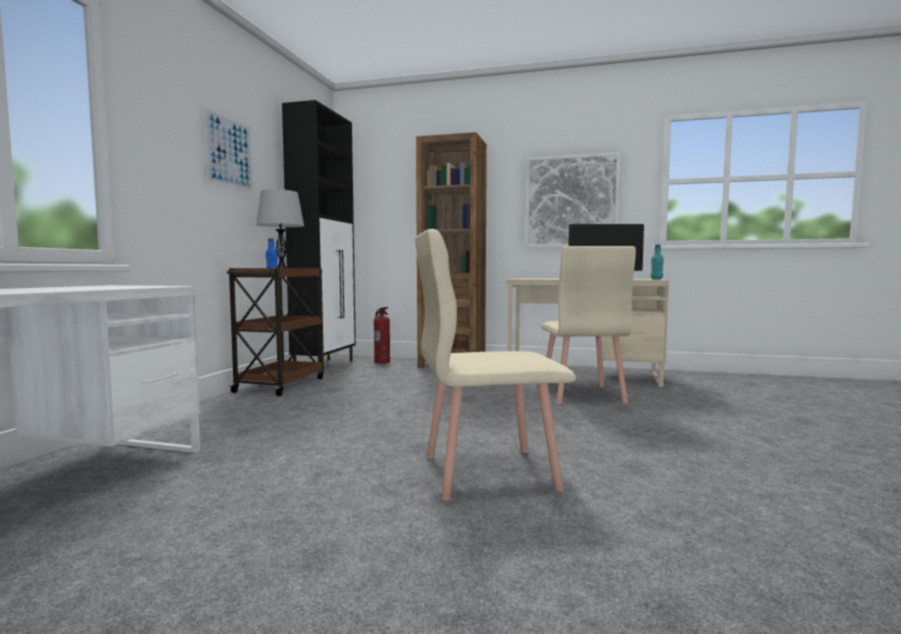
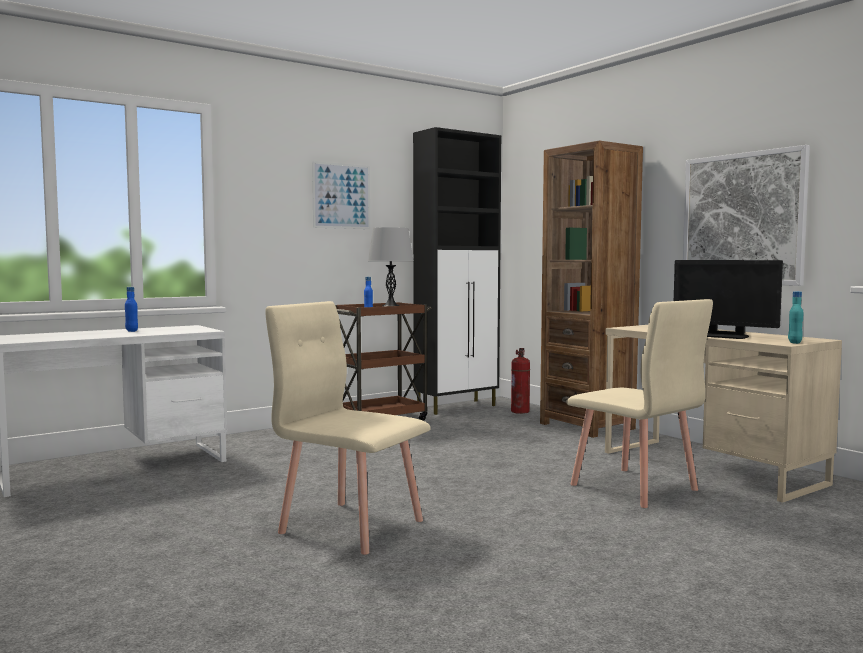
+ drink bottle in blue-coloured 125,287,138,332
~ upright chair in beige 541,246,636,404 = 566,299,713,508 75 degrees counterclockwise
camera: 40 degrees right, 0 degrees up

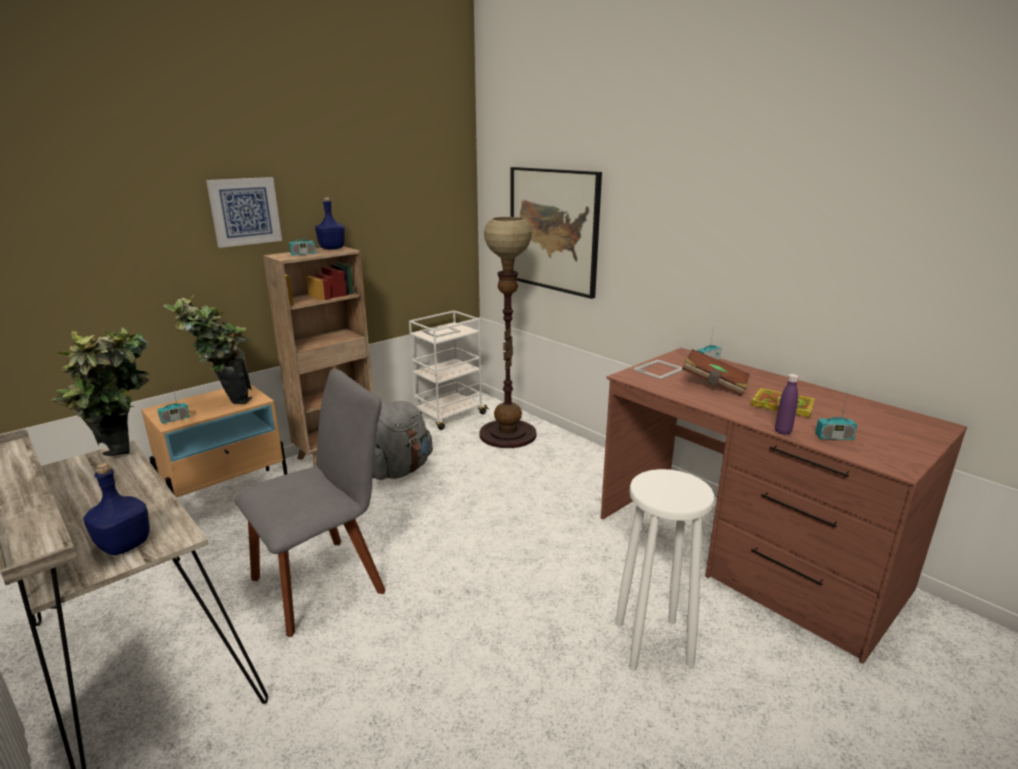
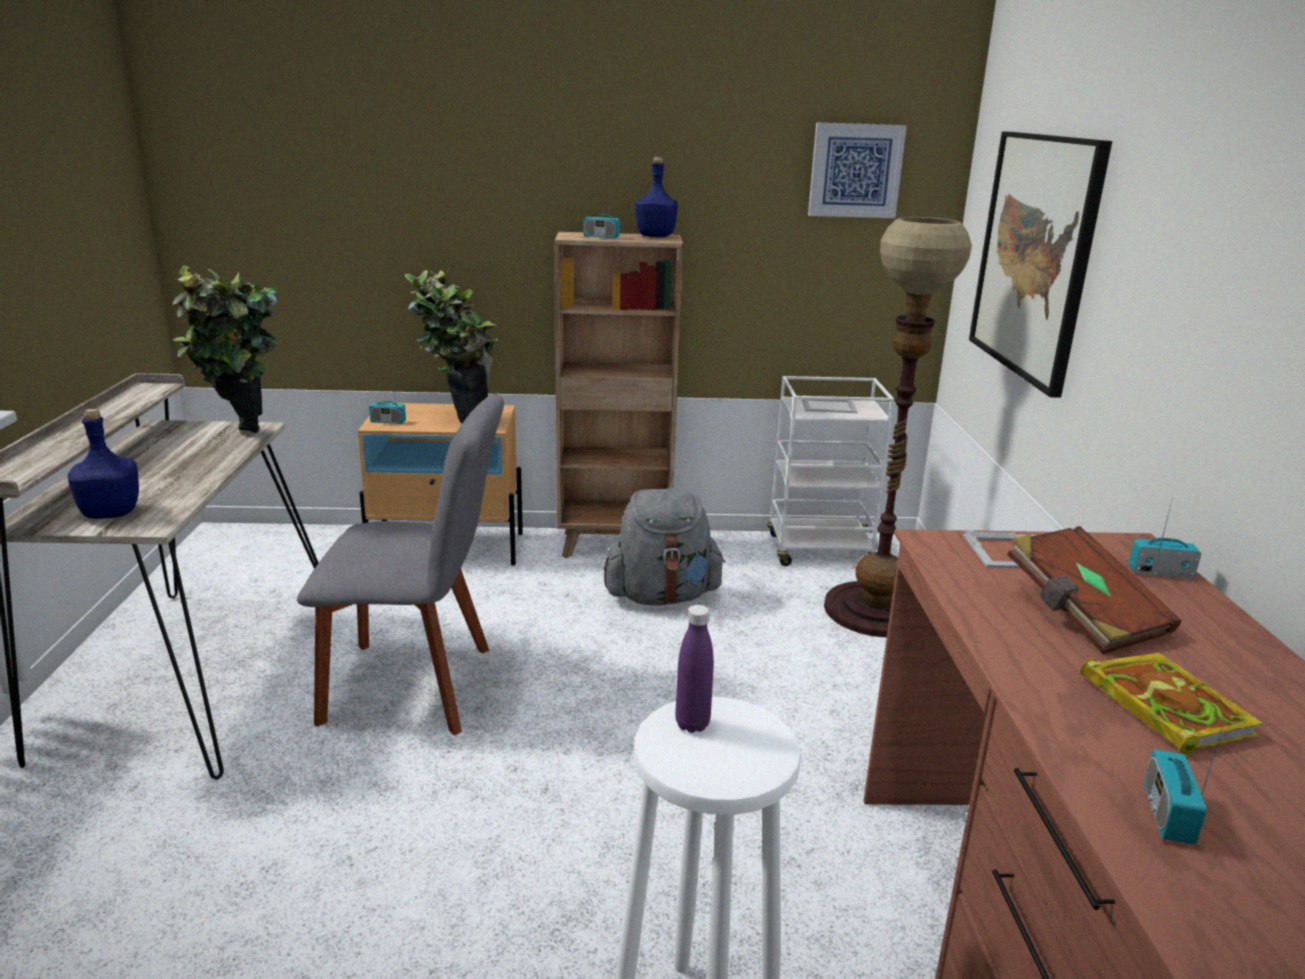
~ drink bottle in purplish 775,374,799,435 to 675,605,714,733
~ wall art 206,177,282,248 to 808,122,907,218
~ radio 815,389,857,440 = 1144,719,1225,845 60 degrees clockwise
camera: 40 degrees right, 0 degrees up

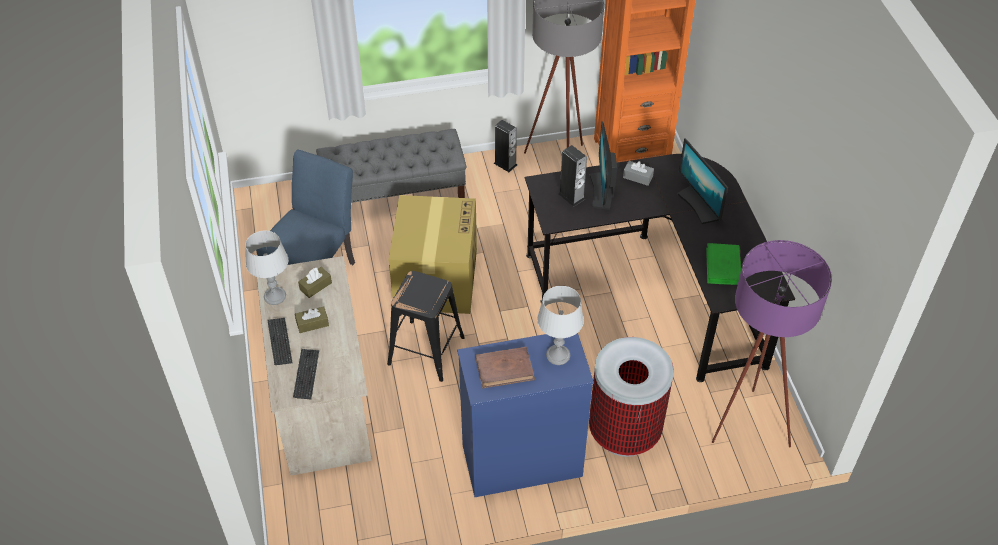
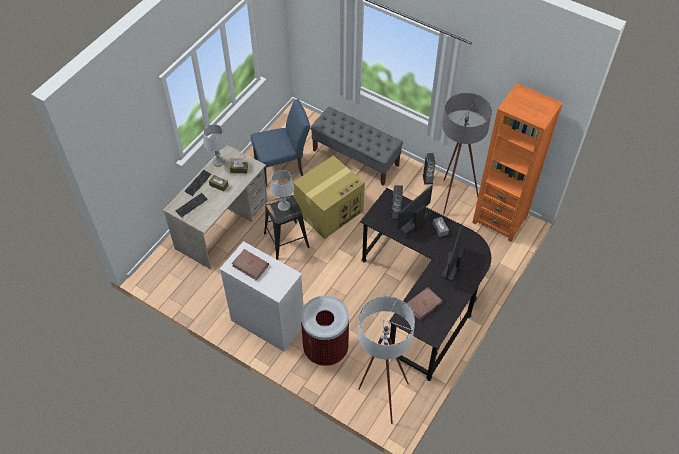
~ dresser in blue-coloured 457,333,594,497 to dresser in white 220,241,304,352
~ table lamp in gray 537,286,584,365 to 270,170,295,211
~ standing lamp in purplish 712,240,832,447 to standing lamp in white 358,296,415,424
~ volume in green 706,243,741,285 to volume in brown-coloured 406,287,442,320
camera: 45 degrees right, 5 degrees up

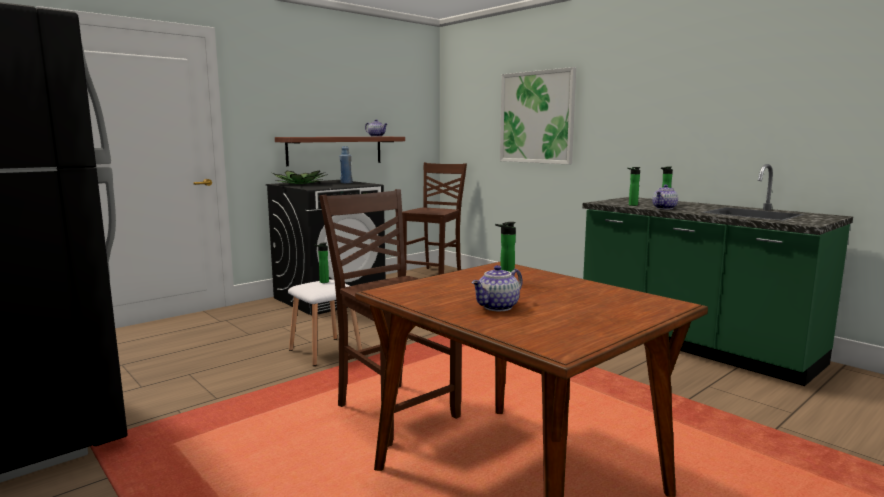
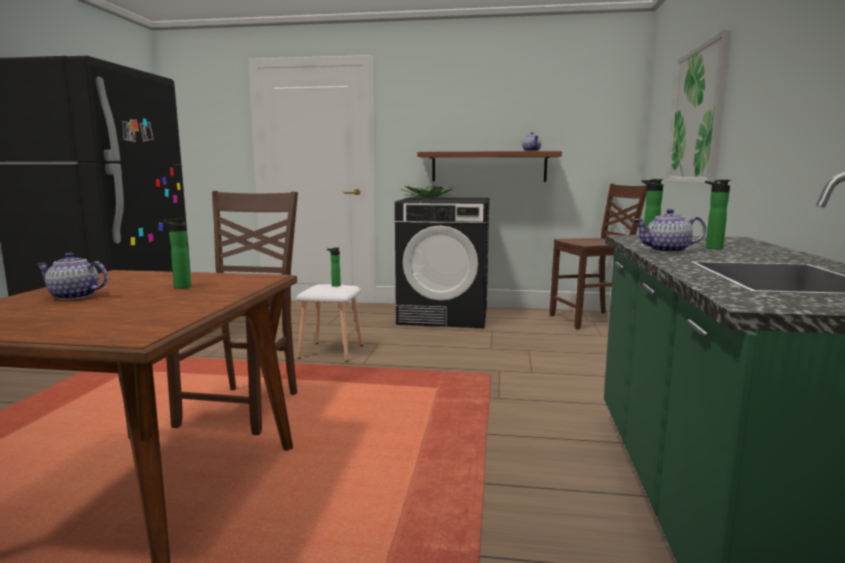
- drink bottle in blue-coloured 340,146,352,183
camera: 50 degrees right, 0 degrees up

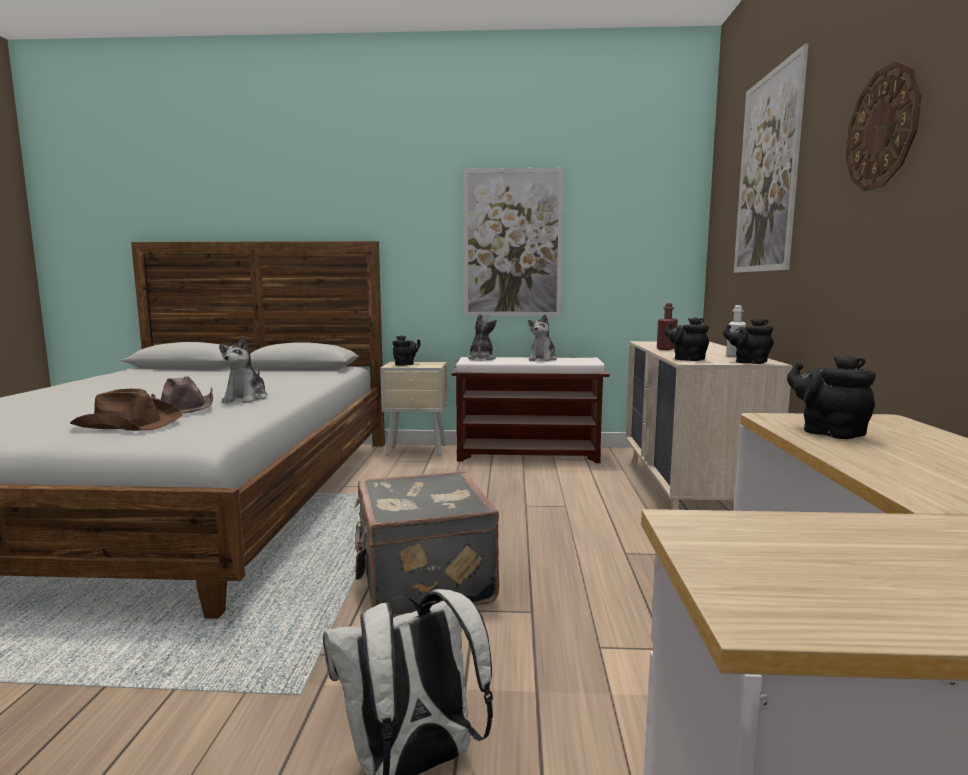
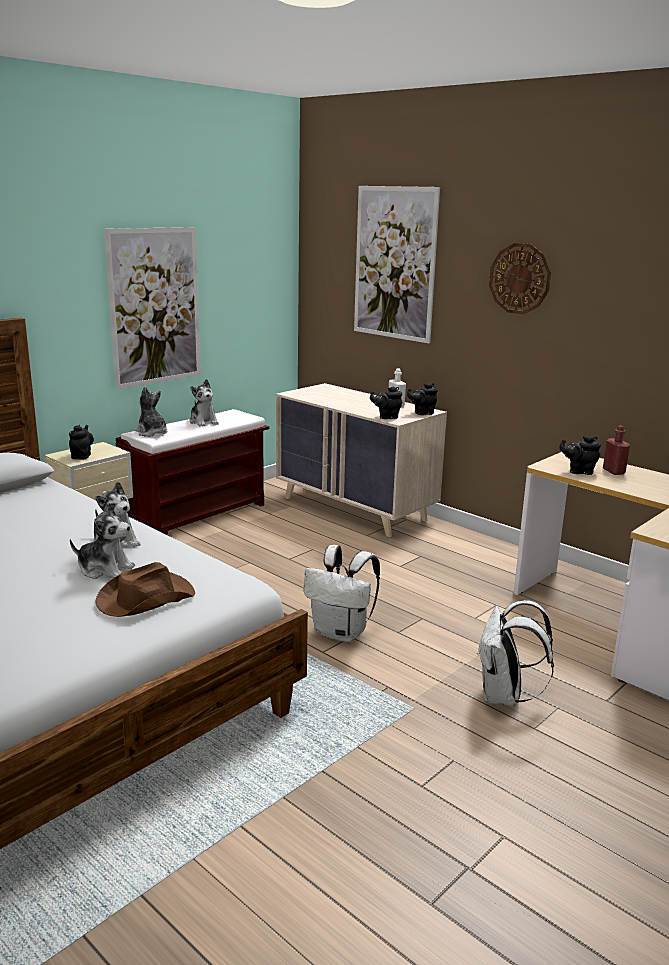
~ clothing hat in brown-coloured 151,376,213,413 to cuddly toy 70,503,135,579
~ travel case in gray 354,471,499,618 to backpack in white 303,545,380,642
~ drink bottle in red-coloured 657,303,678,350 to 603,425,630,475
camera: 50 degrees left, 10 degrees up

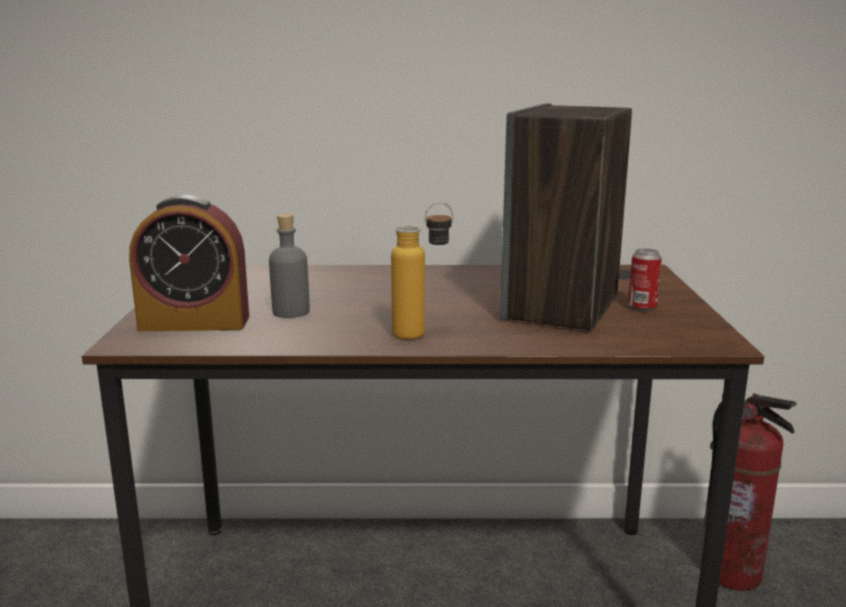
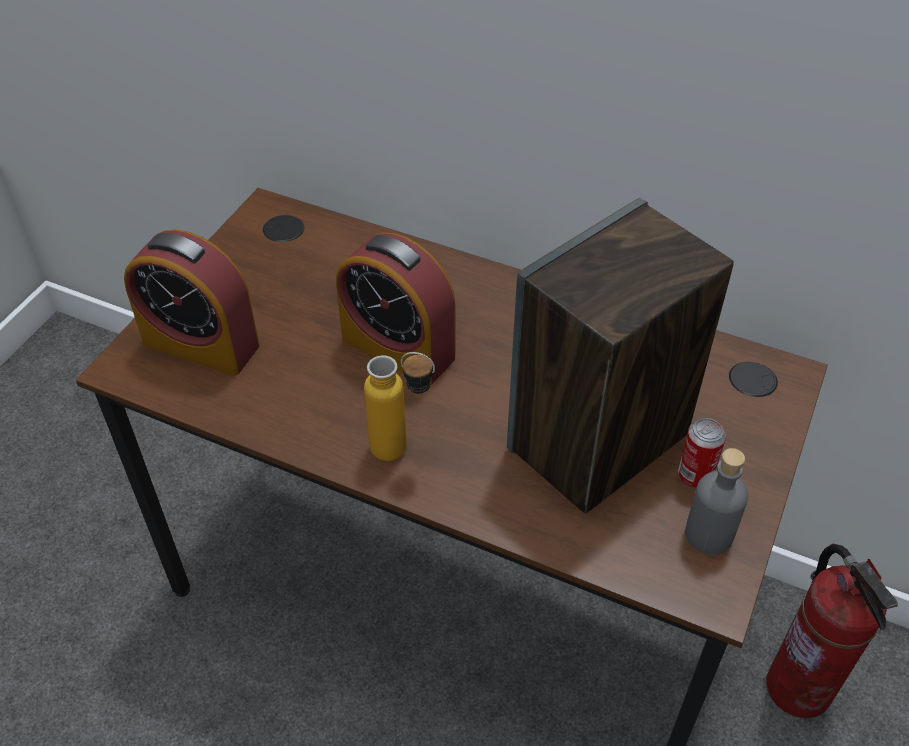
+ bedside clock 336,232,455,385
~ drink bottle in gray 269,214,310,318 to 685,448,748,554
camera: 25 degrees right, 30 degrees up

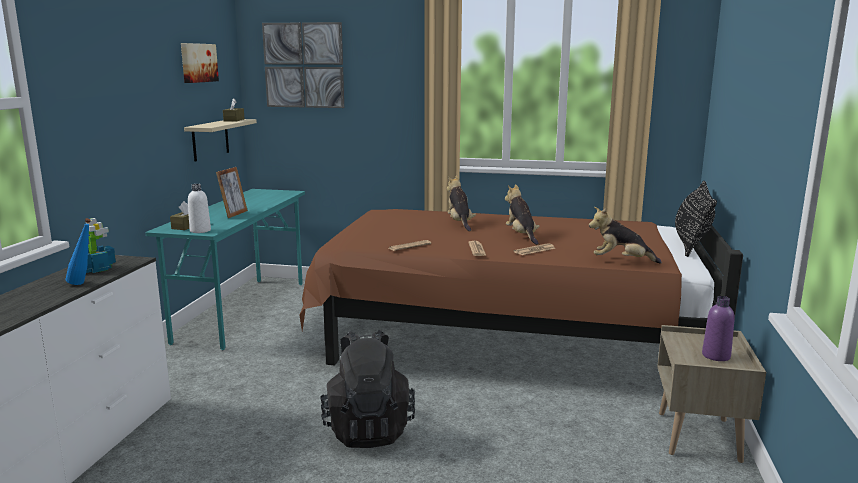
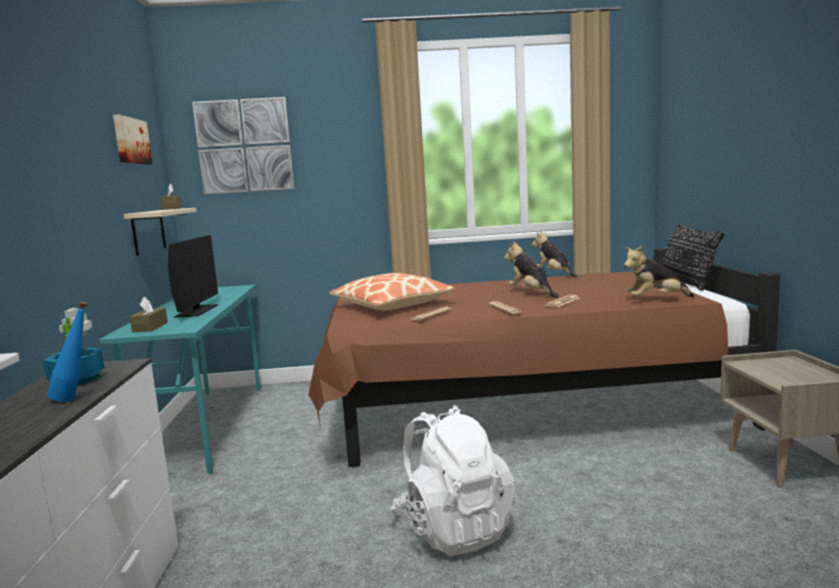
~ picture frame 216,167,248,218 to monitor 168,235,218,318
+ pillow 329,273,456,310
~ backpack in blackish 320,330,415,448 to backpack in white 390,405,515,556
~ cuddly toy 447,176,476,231 to 532,231,578,278
- drink bottle in white 188,184,211,233
- drink bottle in purplish 702,296,735,361
camera: 15 degrees left, 5 degrees down

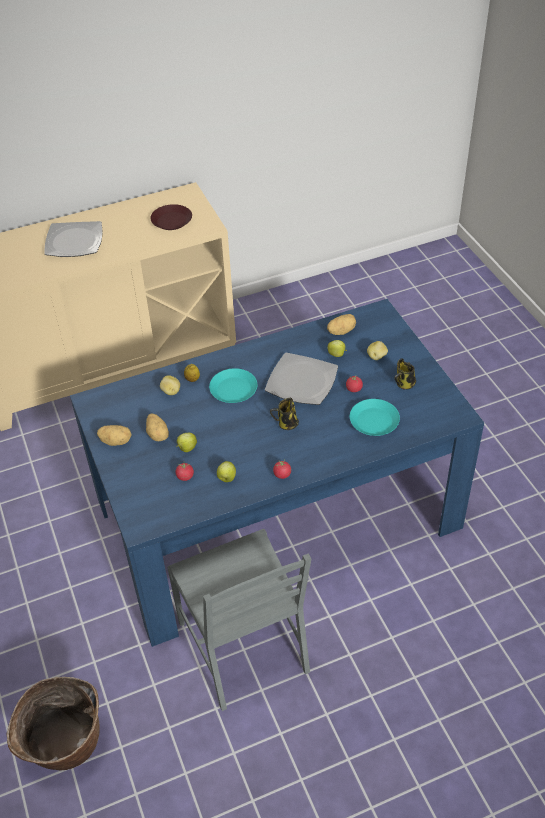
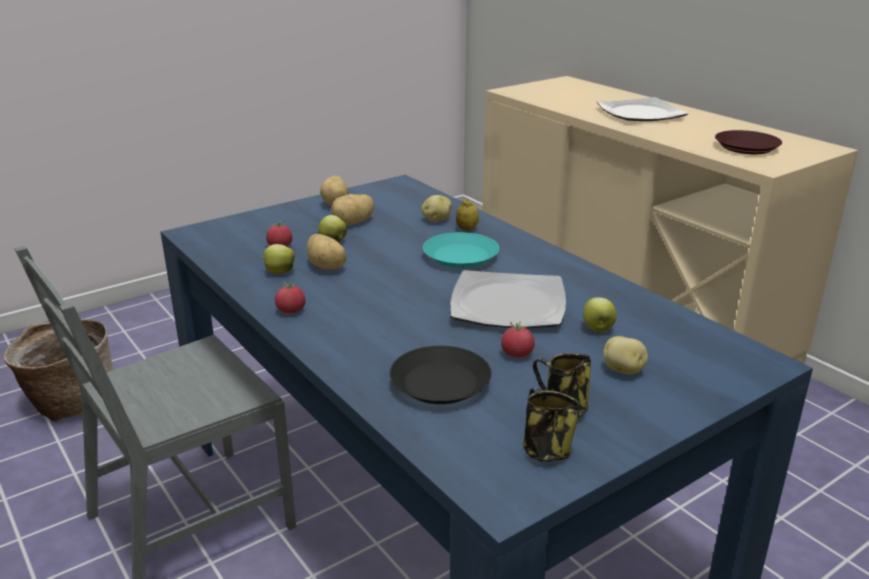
~ spud 327,314,356,335 to 307,234,346,270
~ flat dish in turquoise-coloured 350,399,400,436 to flat dish in blackish 390,346,492,404
~ tea mug 270,398,299,430 to 524,388,580,462
camera: 75 degrees right, 20 degrees down

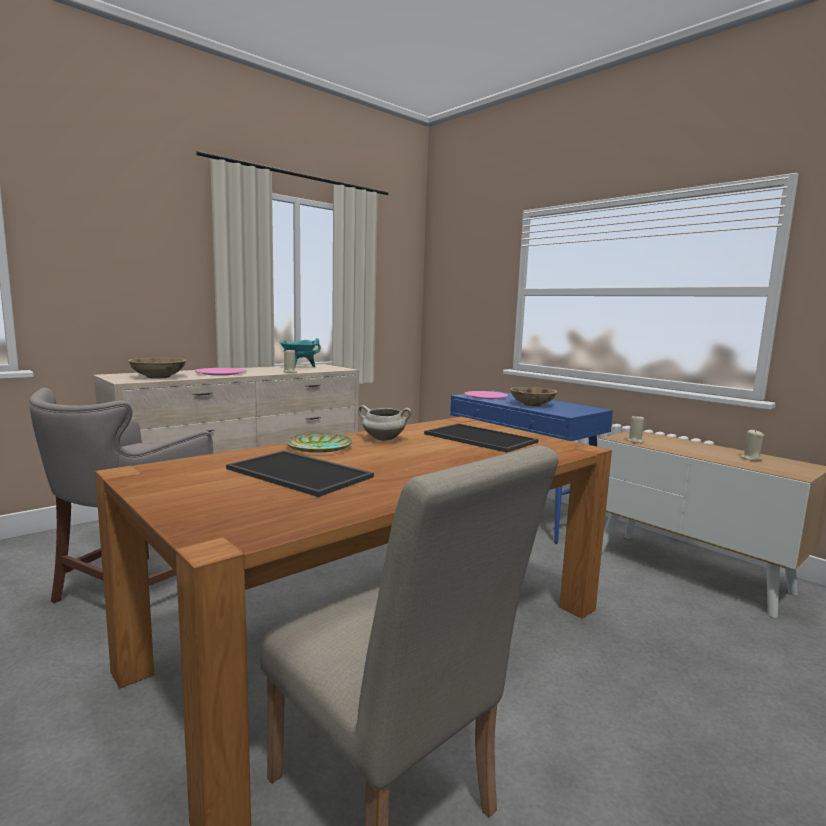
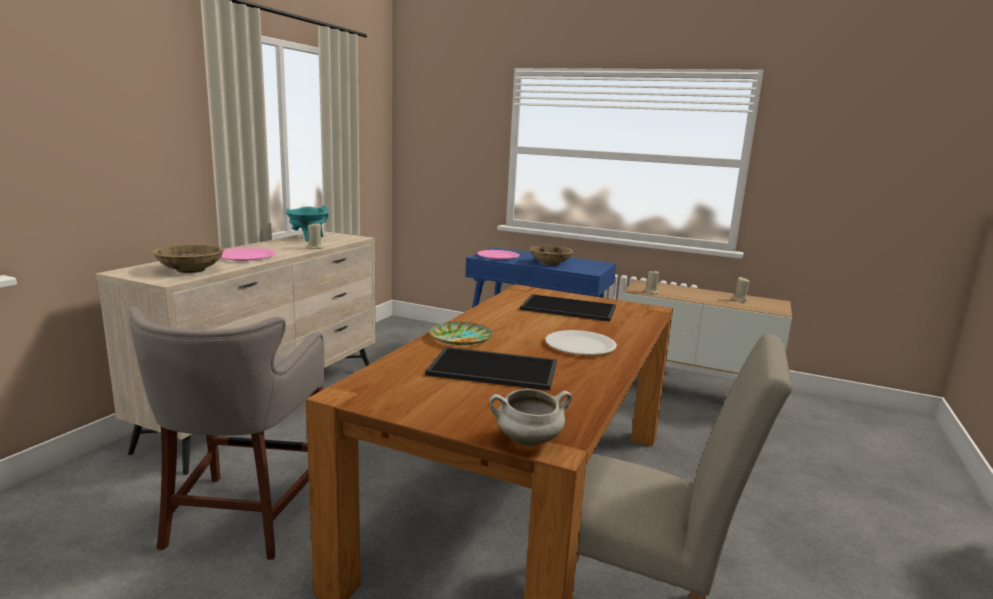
~ cooking pot in white 358,405,411,441 to 489,389,572,446
+ flat dish in white 545,330,617,355
camera: 25 degrees left, 5 degrees up

